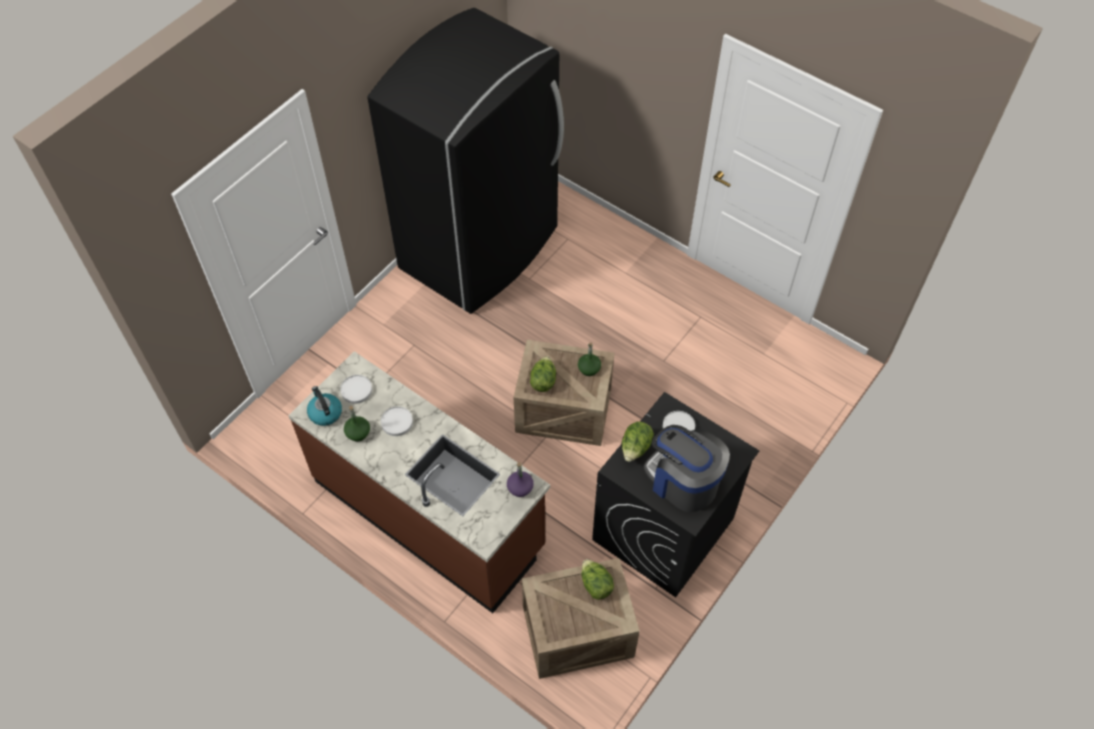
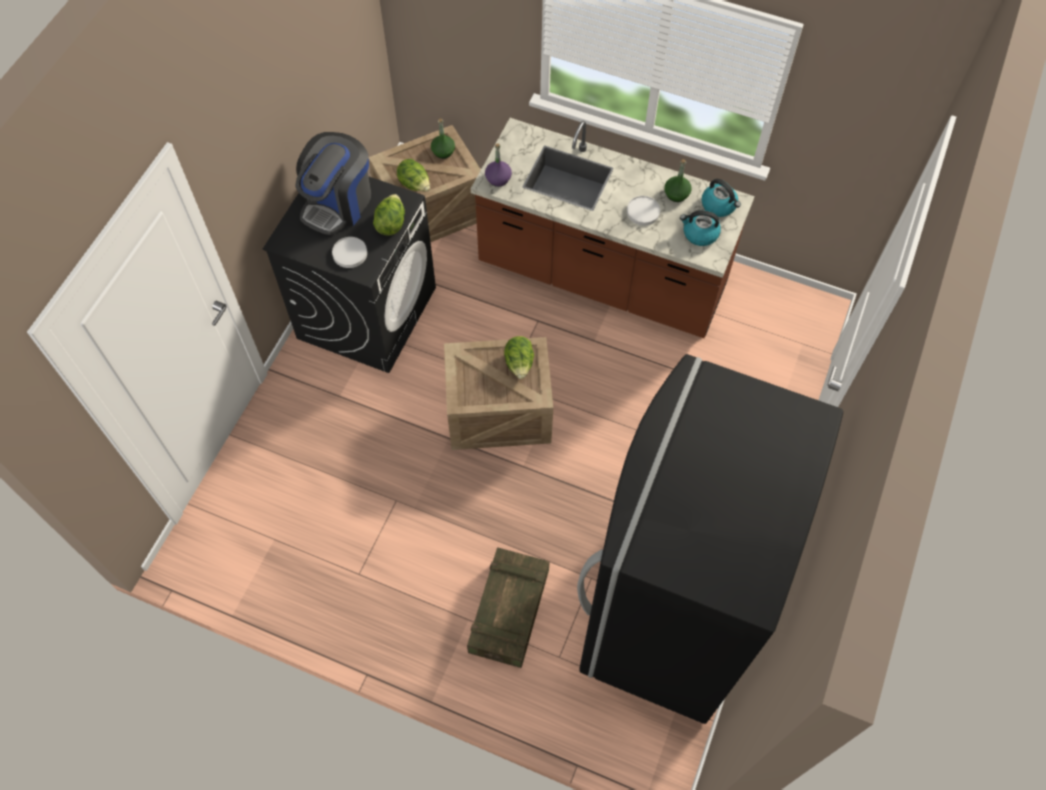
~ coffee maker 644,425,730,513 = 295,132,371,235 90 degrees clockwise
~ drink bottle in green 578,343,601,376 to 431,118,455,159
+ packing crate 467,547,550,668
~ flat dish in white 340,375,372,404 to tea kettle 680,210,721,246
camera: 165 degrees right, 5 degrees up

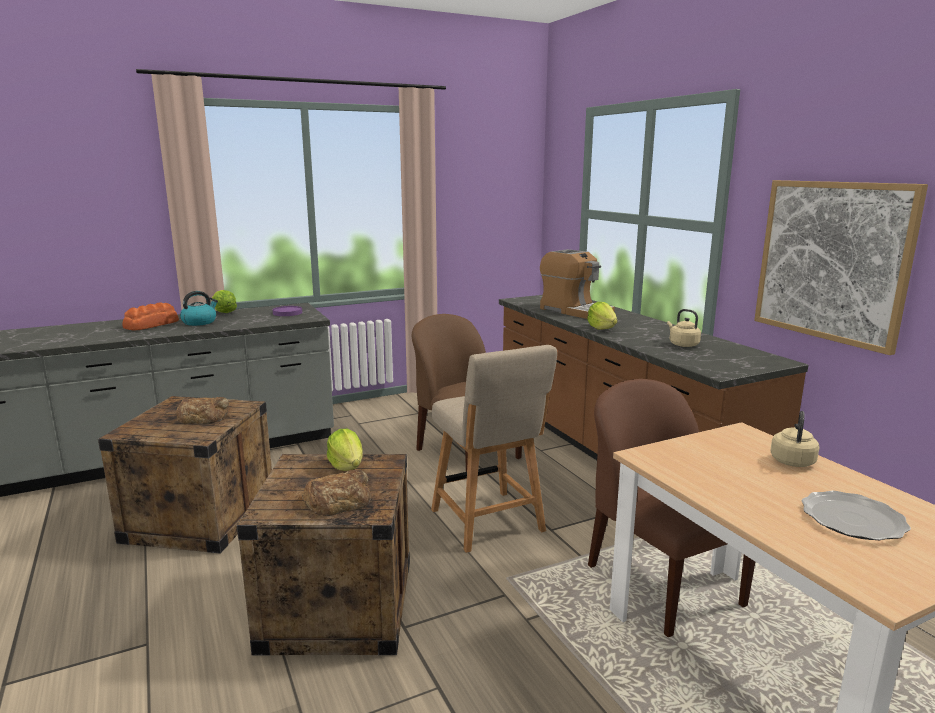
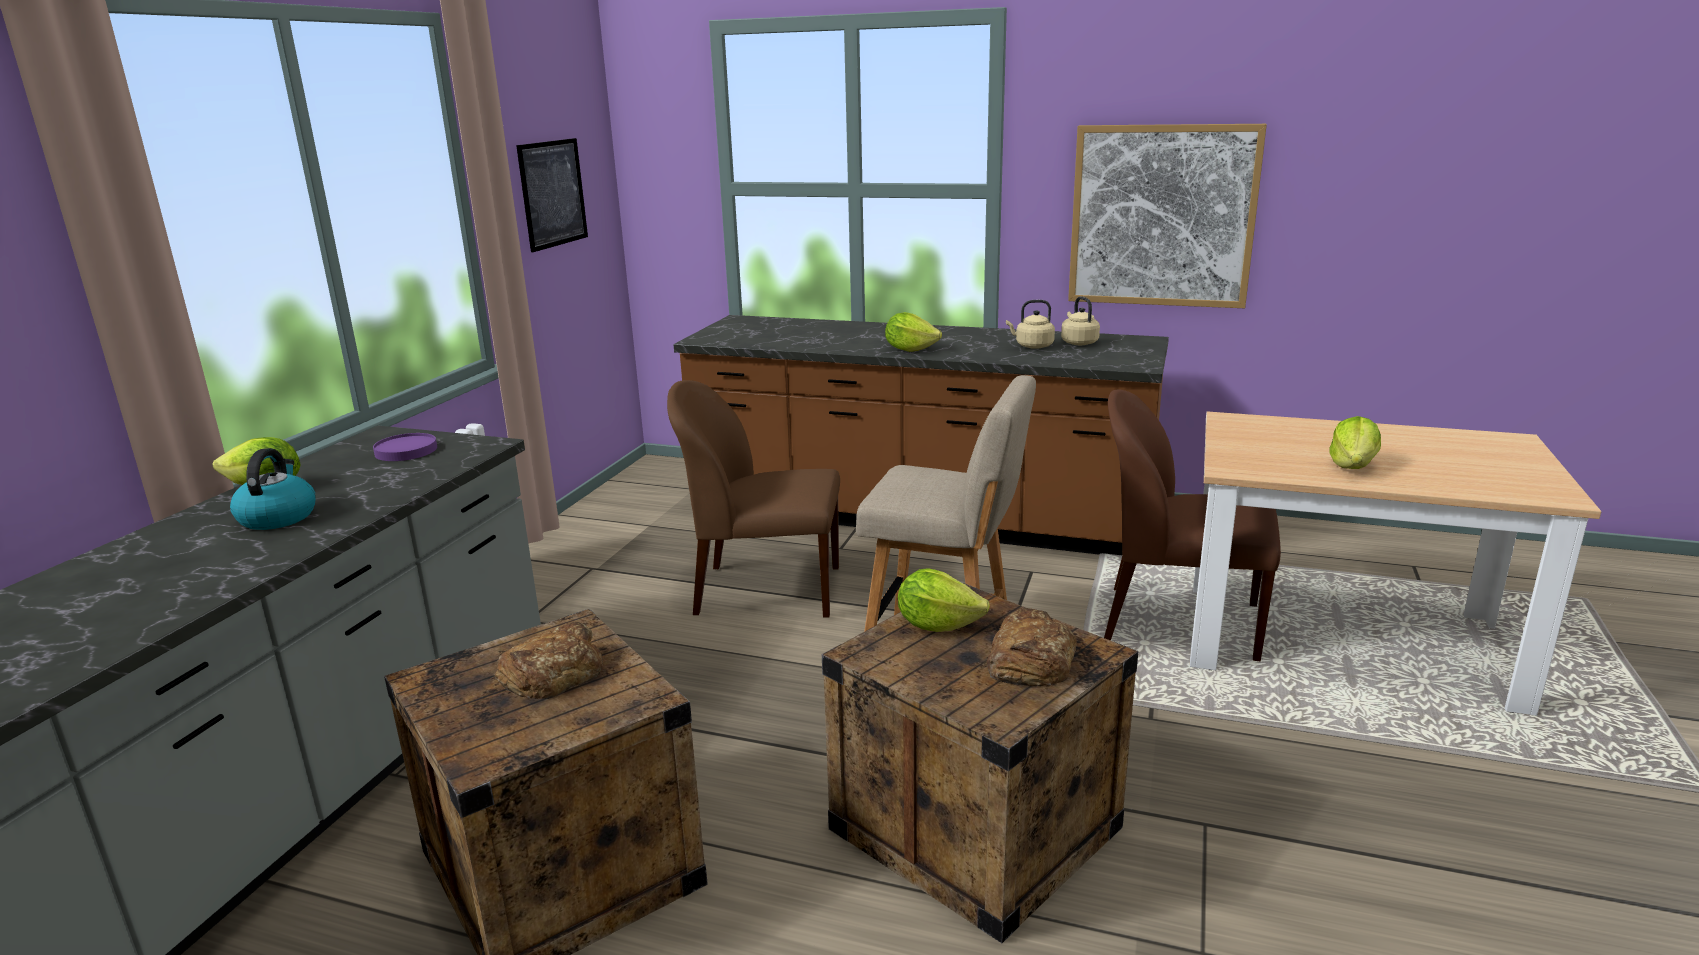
+ wall art 516,138,588,252
~ tea kettle in beige 770,411,820,467 to 1061,296,1100,345
+ head of lettuce 1329,416,1381,469
- bakery bread 122,302,179,330
- coffee maker 540,249,615,319
- flat dish 801,491,911,540
camera: 45 degrees left, 5 degrees up

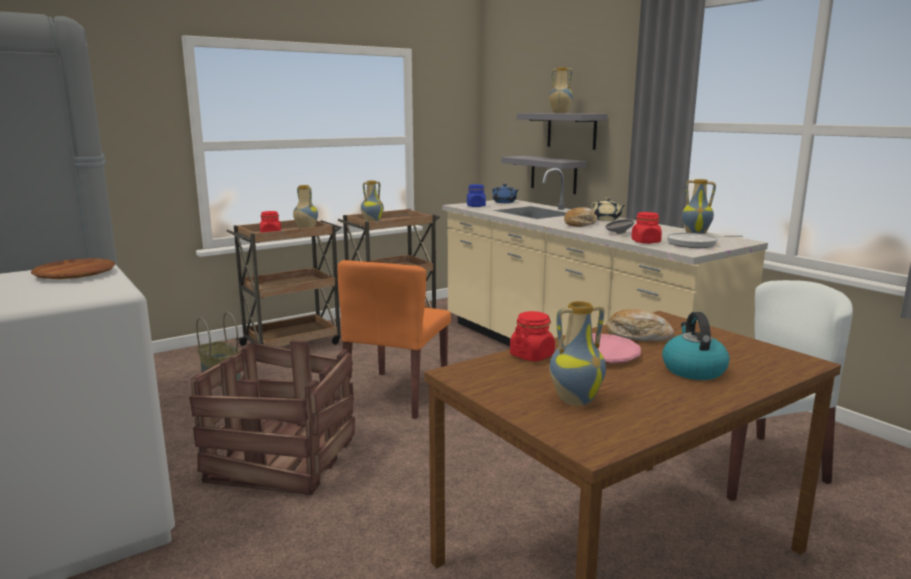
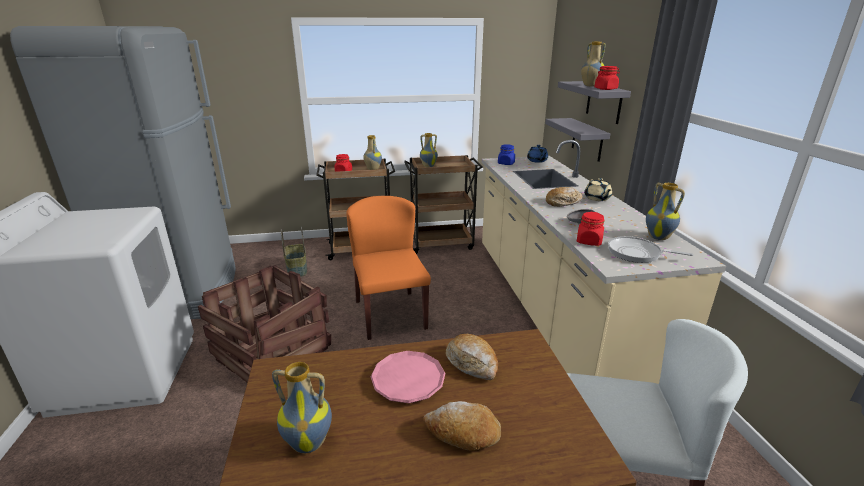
~ upright chair in orangey 337,260,451,419 = 346,196,431,340 120 degrees clockwise
~ tea kettle 662,312,730,380 to bakery bread 423,401,501,451
~ storage jar in red-coloured 510,311,555,361 to 594,66,620,90
- flat dish in brown-coloured 30,258,116,279
camera: 25 degrees right, 10 degrees up

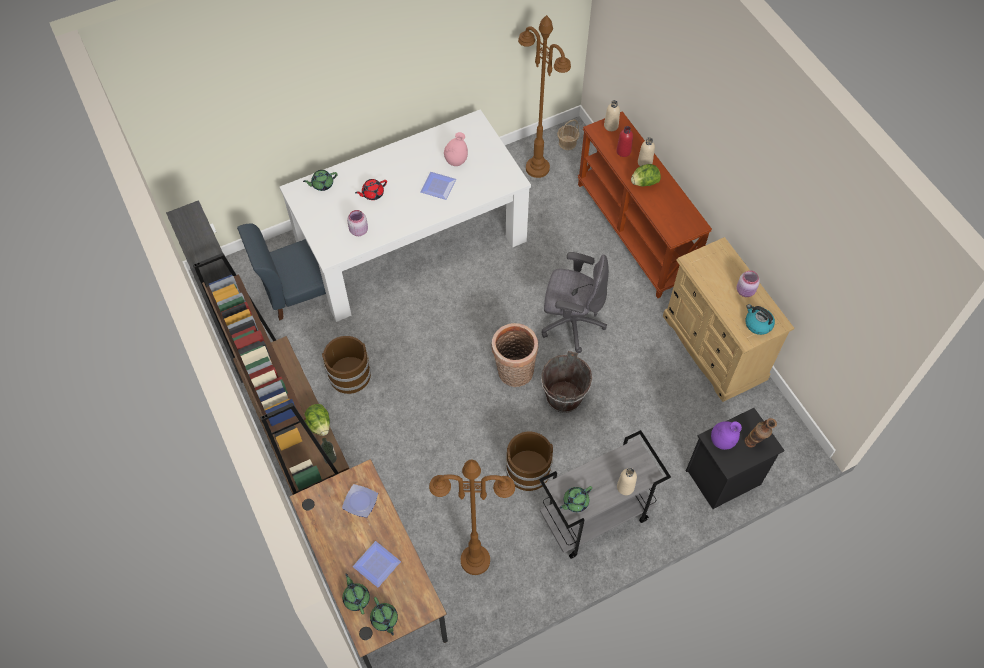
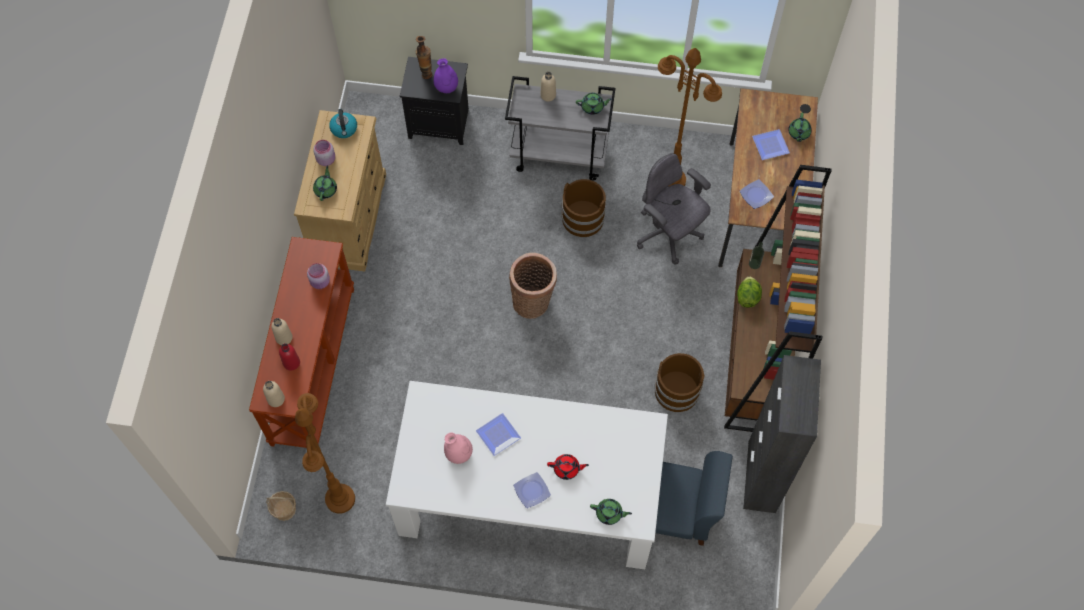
~ storage jar in pink-coloured 347,210,368,236 to 307,263,330,289
~ tea pot in green 370,597,398,635 to 313,165,337,201
+ flat dish 513,472,551,508
~ computer chair in gray 542,252,609,353 to 637,153,711,264
- pail in brown-coloured 541,351,592,413
- head of lettuce 631,164,661,186
camera: 145 degrees left, 5 degrees up

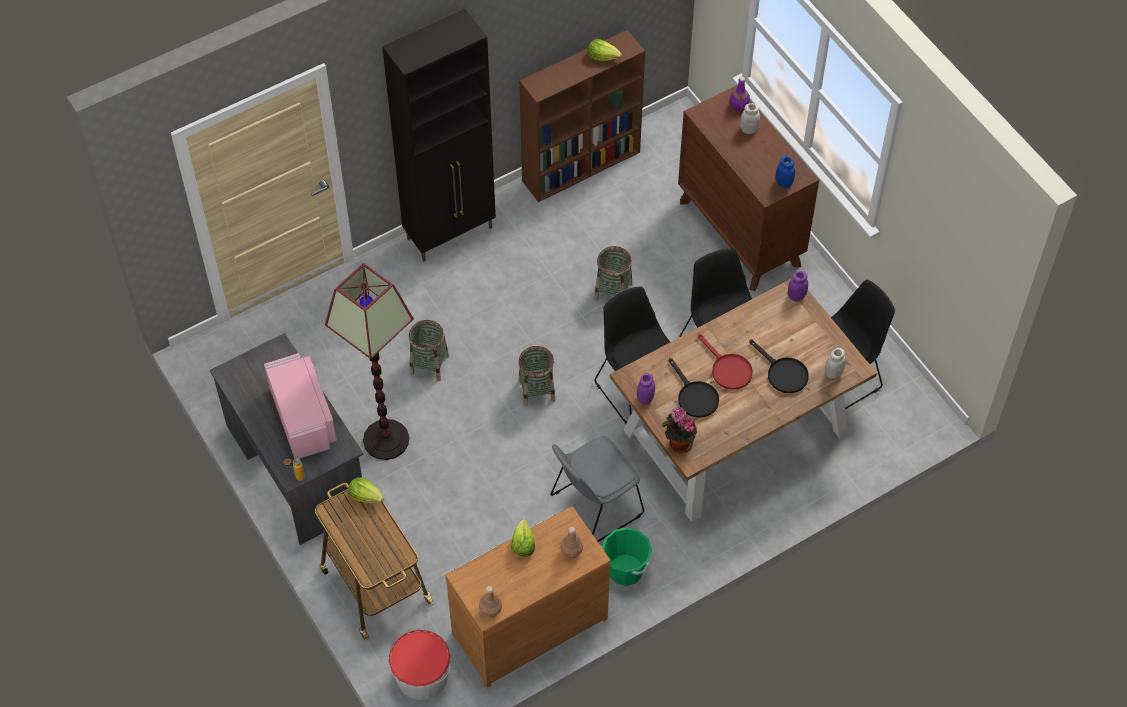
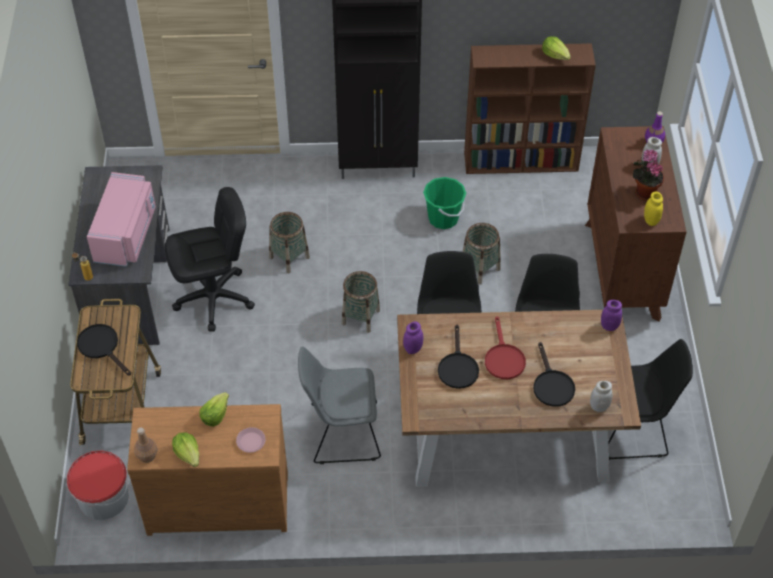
+ skillet in blackish 77,324,131,376
~ standing lamp 325,263,414,460 to computer chair in blackish 165,187,255,332
~ head of lettuce 348,477,384,503 to 172,432,199,467
~ drink bottle in brown-coloured 560,526,583,559 to flat dish in pink-coloured 236,427,266,453
~ pail in green 602,527,652,586 to 423,177,466,229
~ plant in a pot 662,407,697,453 to 633,149,664,201
~ storage jar in blue-coloured 776,156,795,188 to storage jar in yellow 644,192,663,226
camera: 30 degrees right, 5 degrees down

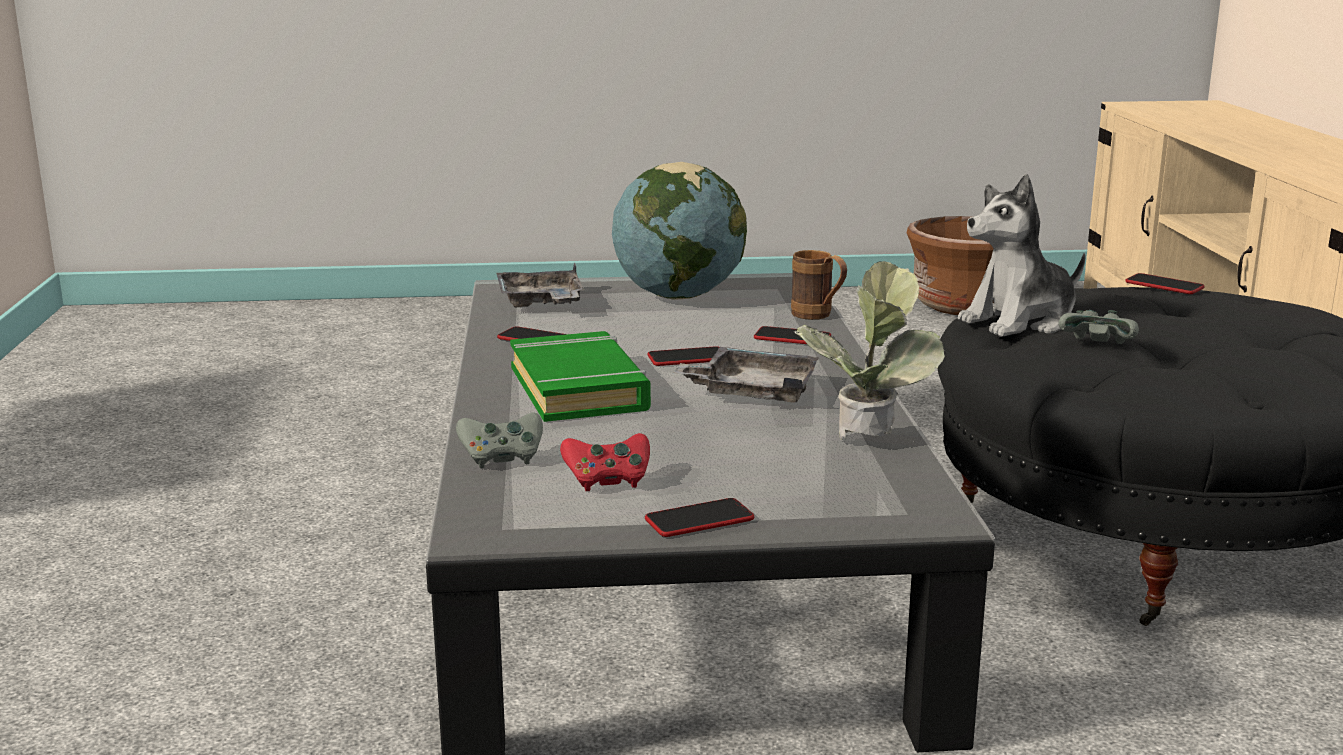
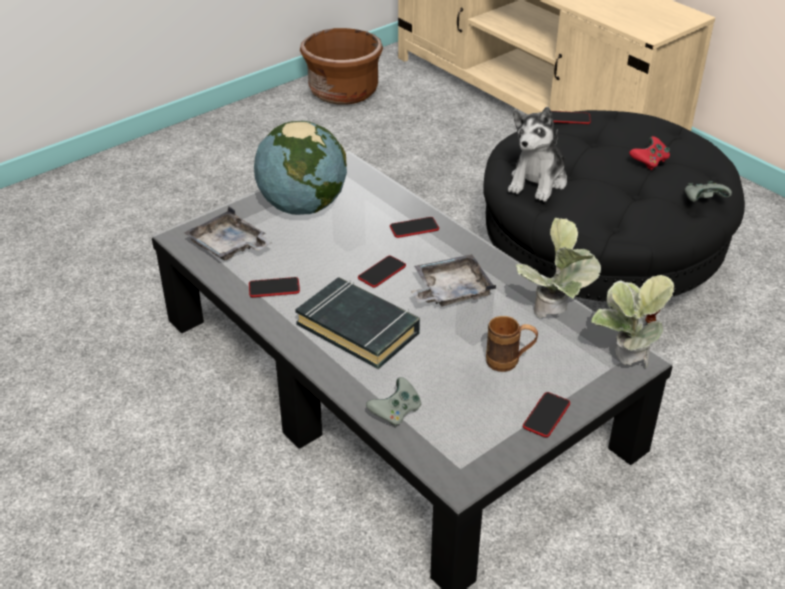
~ volume in green 510,331,651,422 to volume in blackish 295,277,420,369
~ tea mug in brown-coloured 791,250,847,320 to 486,316,538,372
+ plant in a pot 591,275,674,368
~ gamepad in red-coloured 560,433,650,491 to 629,136,670,170
~ gamepad in gray 1059,310,1139,344 to 684,181,732,202
camera: 35 degrees left, 20 degrees up

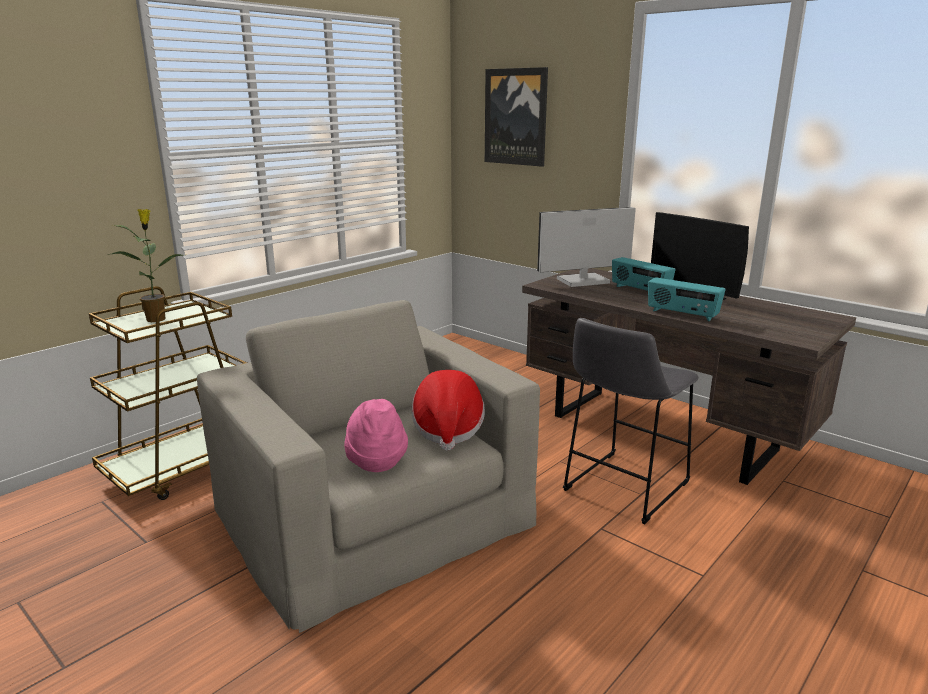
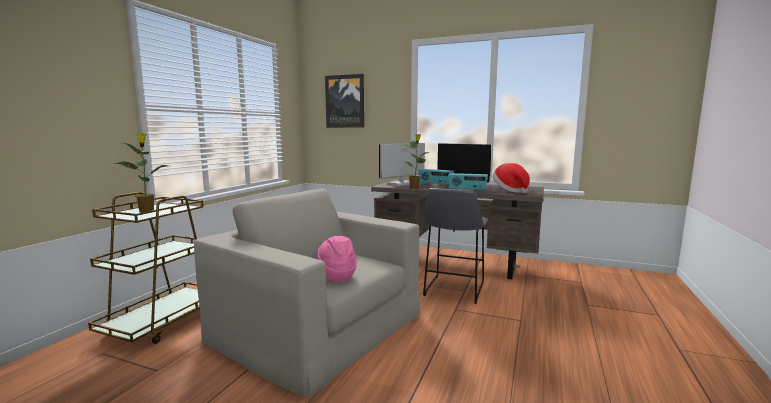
+ plant in a pot 401,134,428,189
~ clothing hat 411,370,485,451 to 493,163,530,193
camera: 20 degrees left, 10 degrees down

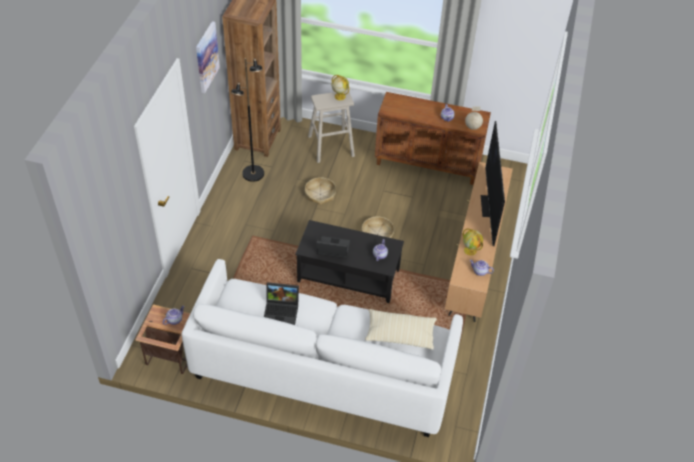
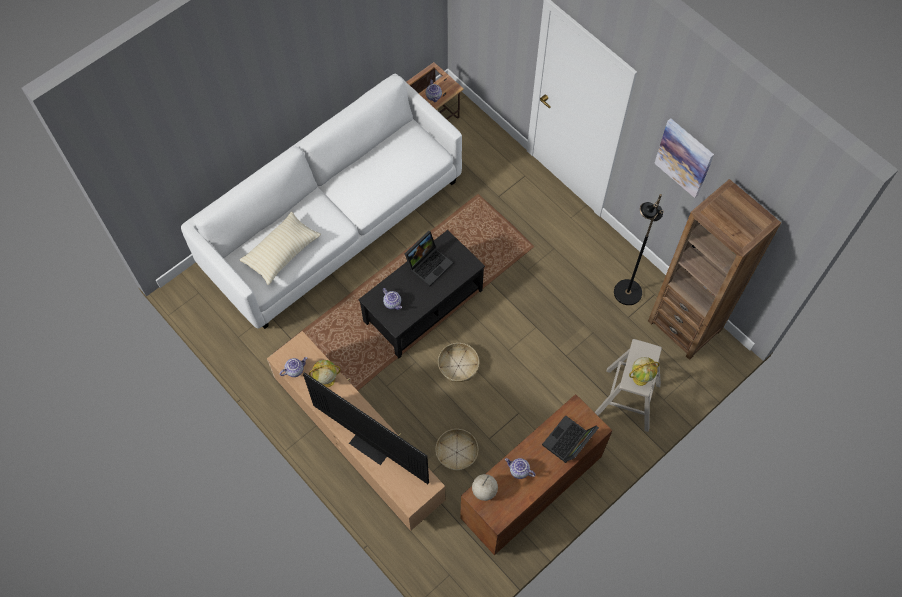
~ storage basket 305,177,336,205 to 435,429,479,472
~ laptop 264,282,299,325 to 542,415,599,463
camera: 125 degrees right, 15 degrees up

